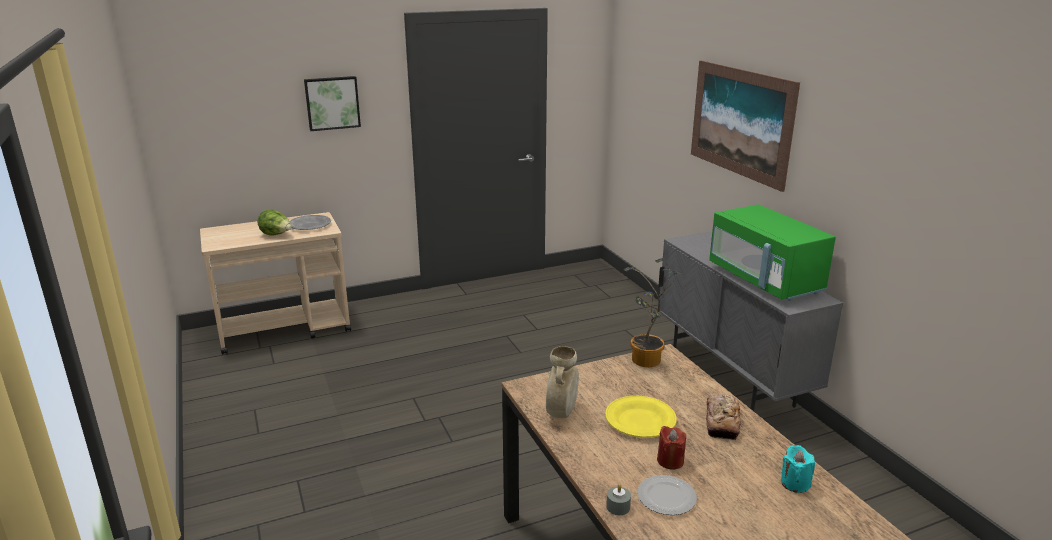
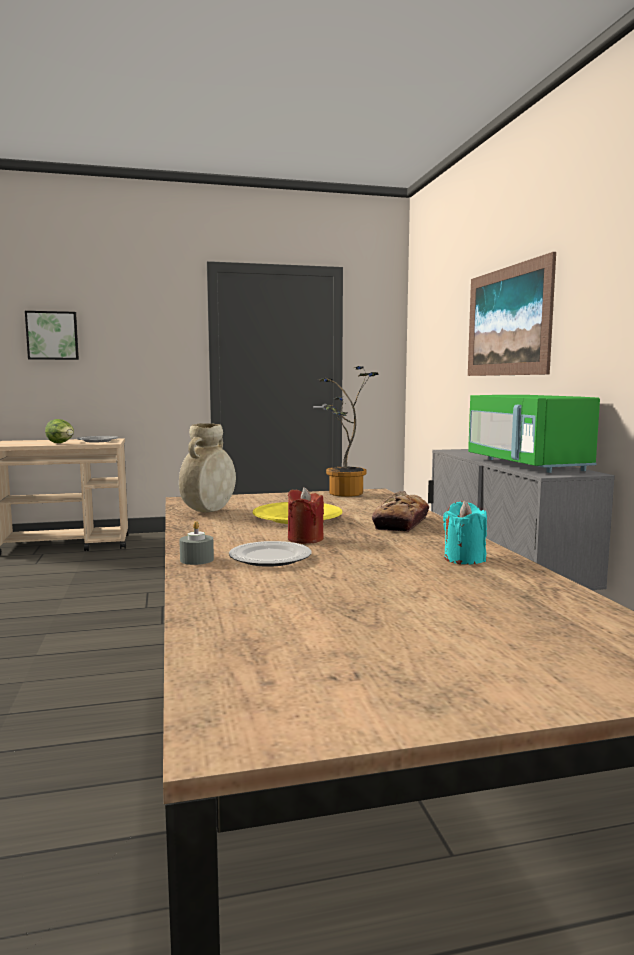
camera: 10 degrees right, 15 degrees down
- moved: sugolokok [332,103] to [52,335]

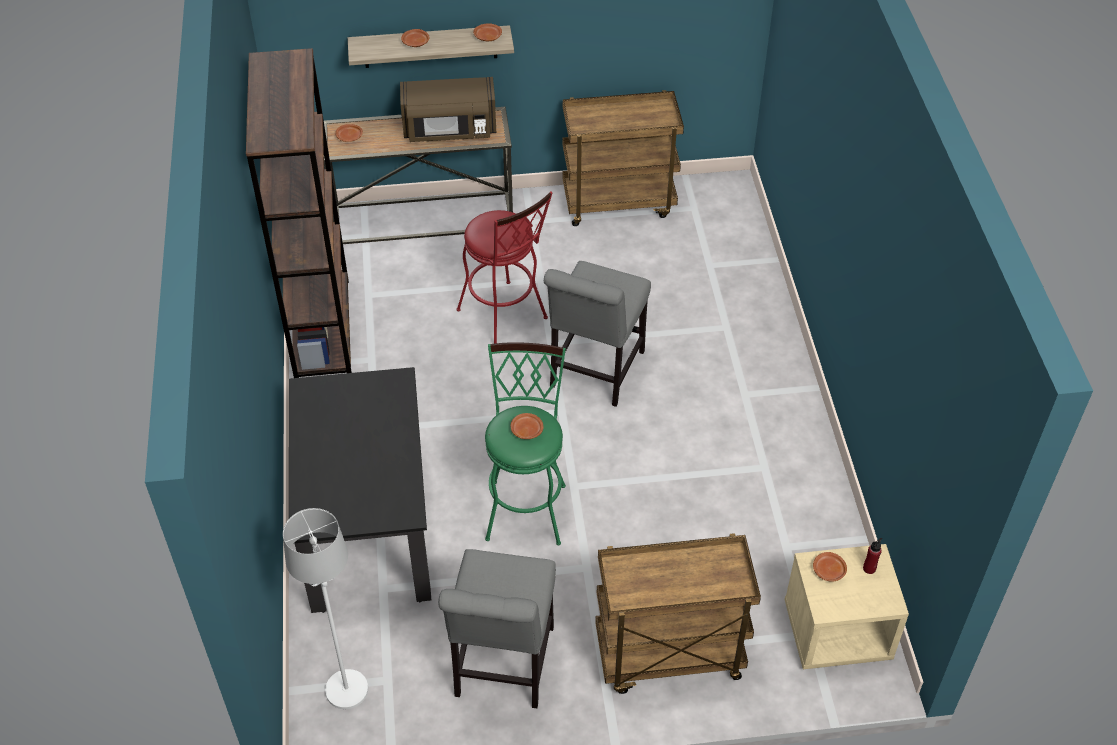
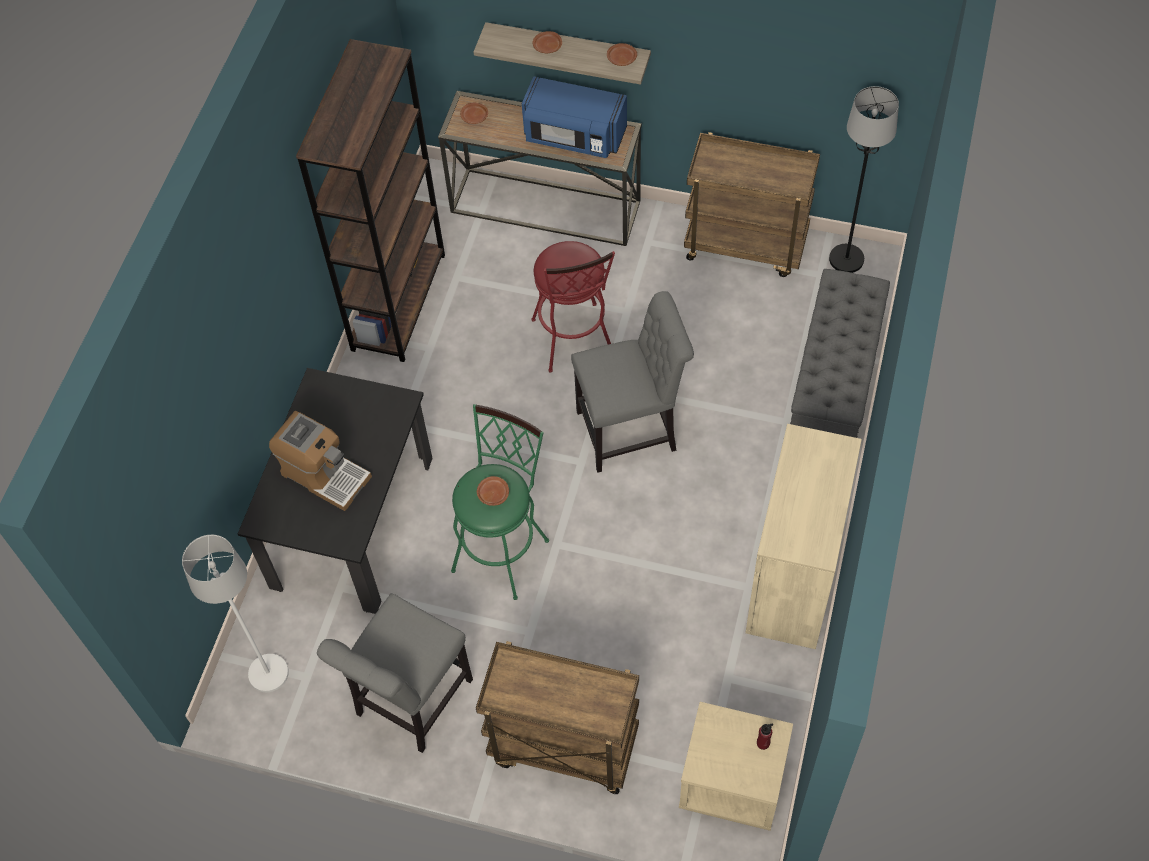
camera: 25 degrees right, 10 degrees up
- recoloured: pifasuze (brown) [448,109] to pifasuze (blue) [574,117]
- turned: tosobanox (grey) [597,334] = [632,382] 150 degrees counterclockwise
- removed: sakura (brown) [830,566]
- added: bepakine [320,461]
- added: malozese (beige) [803,536]
- added: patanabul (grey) [840,353]
- added: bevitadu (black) [864,179]

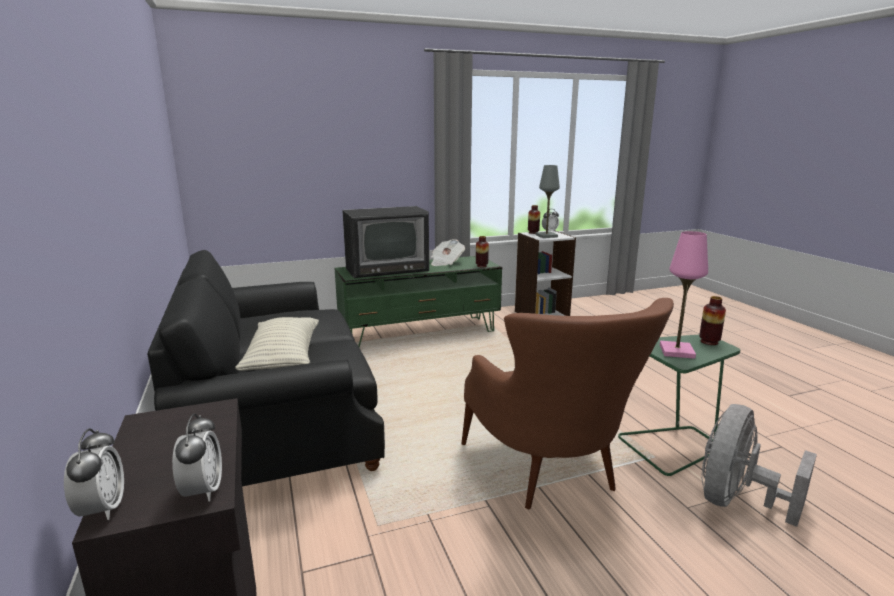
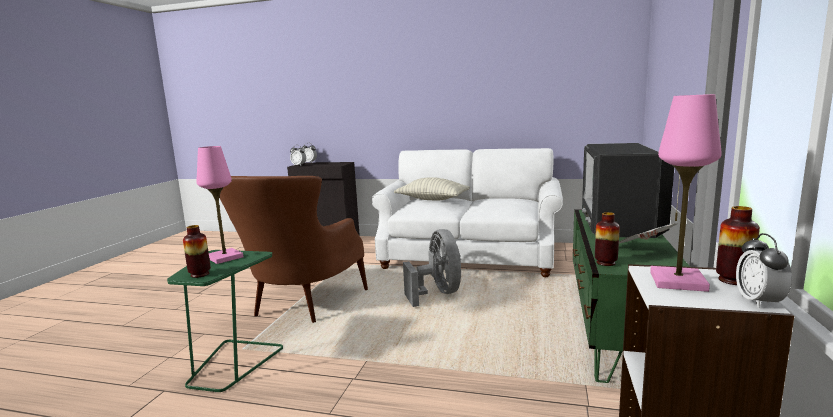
camera: 125 degrees right, 5 degrees down
- recoloured: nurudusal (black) [266,368] to nurudusal (white) [467,212]
- turned: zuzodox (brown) [567,403] = [293,249] 90 degrees counterclockwise
- recoloured: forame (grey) [548,201] to forame (pink) [686,193]
- moved: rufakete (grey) [759,465] to [432,268]

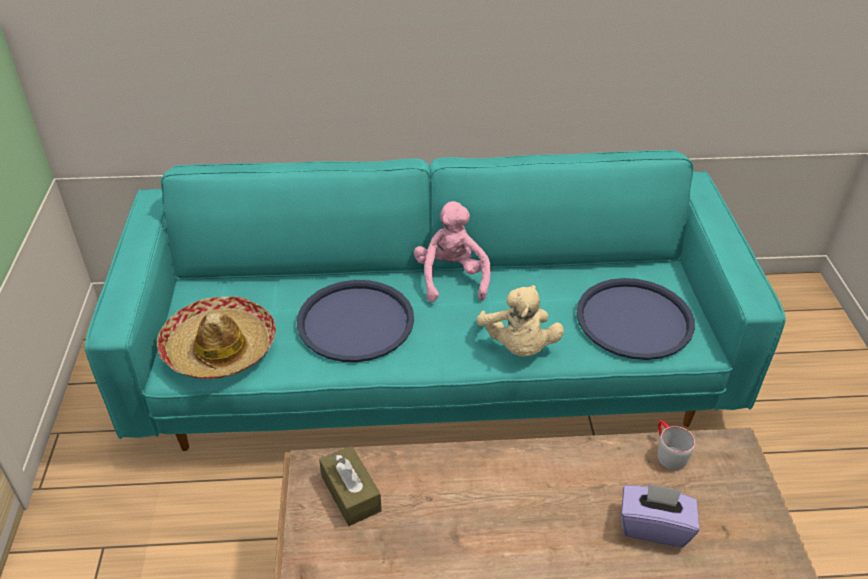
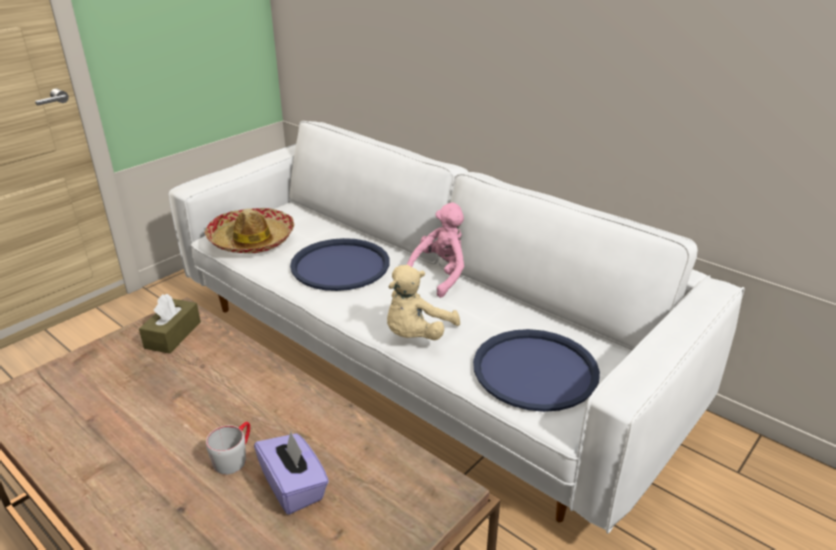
camera: 45 degrees right, 10 degrees down
- recoloured: nurudusal (turquoise) [435,300] to nurudusal (white) [457,327]
- moved: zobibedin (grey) [676,445] to [228,448]

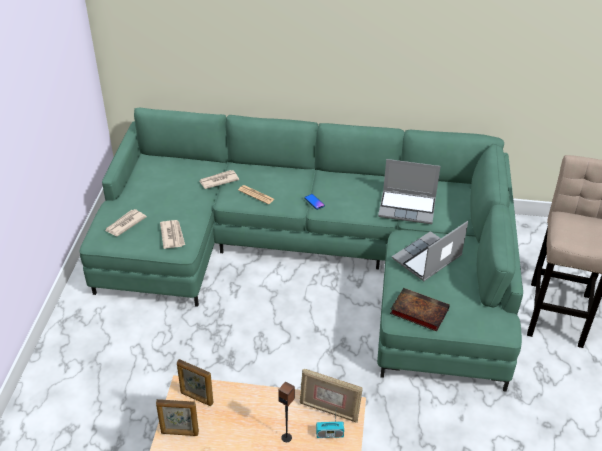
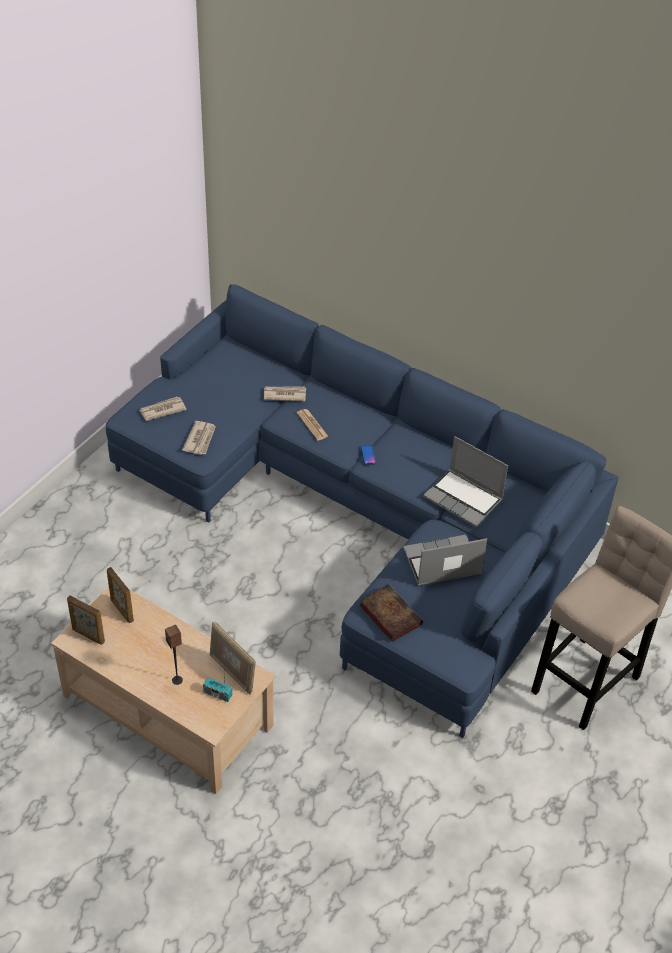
camera: 25 degrees right, 5 degrees up
- recoloured: nurudusal (green) [301,250] to nurudusal (blue) [362,511]

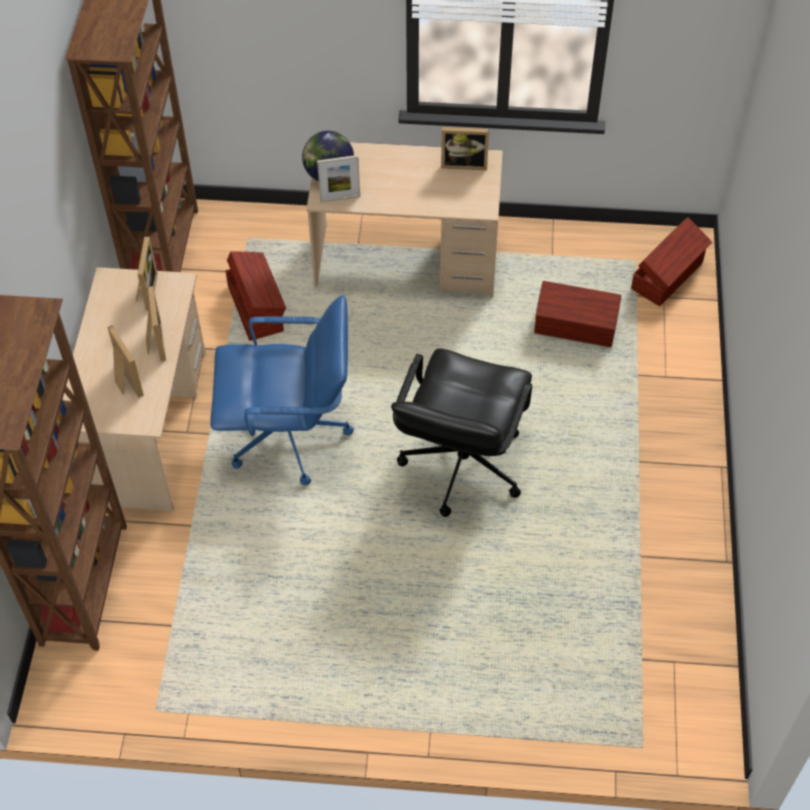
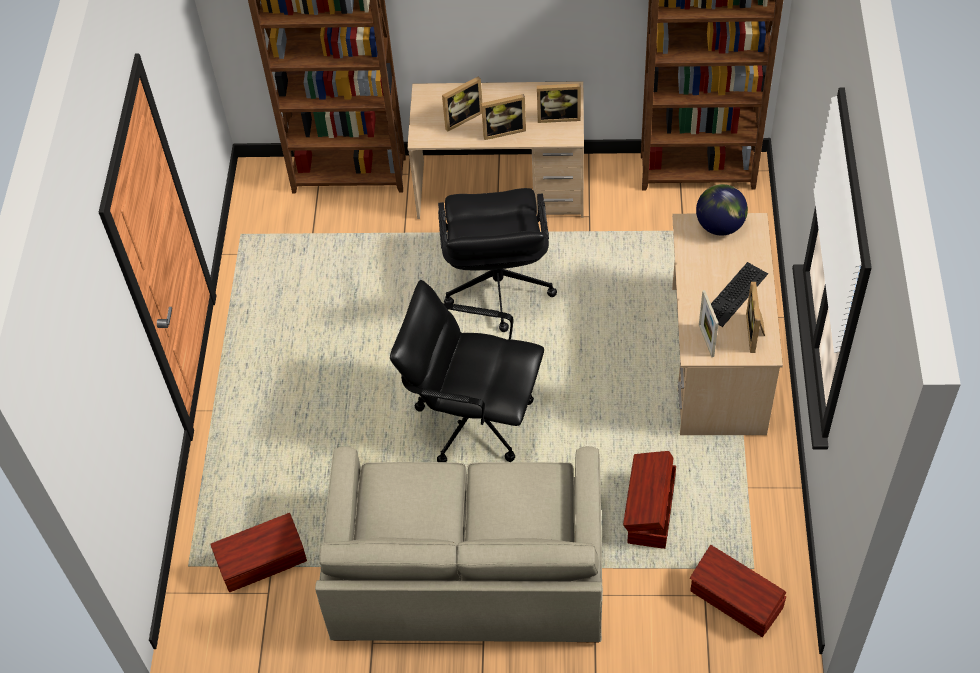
camera: 90 degrees right, 0 degrees up
- recoloured: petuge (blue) [282,390] to petuge (black) [497,260]
- moved: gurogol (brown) [255,296] to [259,552]
- moved: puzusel [338,178] to [709,323]
- added: nurudusal (beige) [459,544]
- added: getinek [739,294]

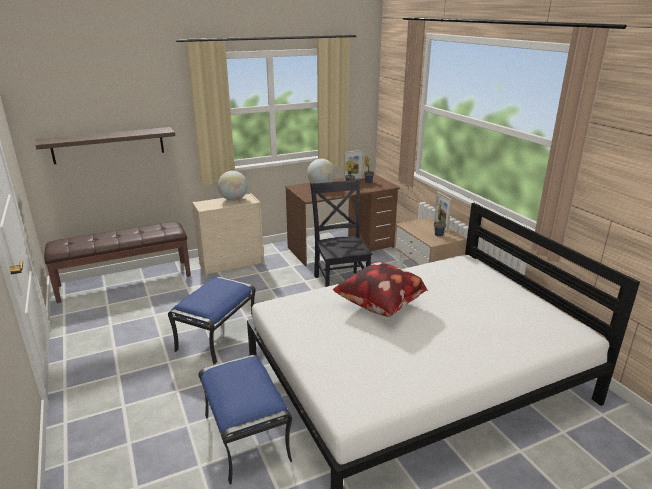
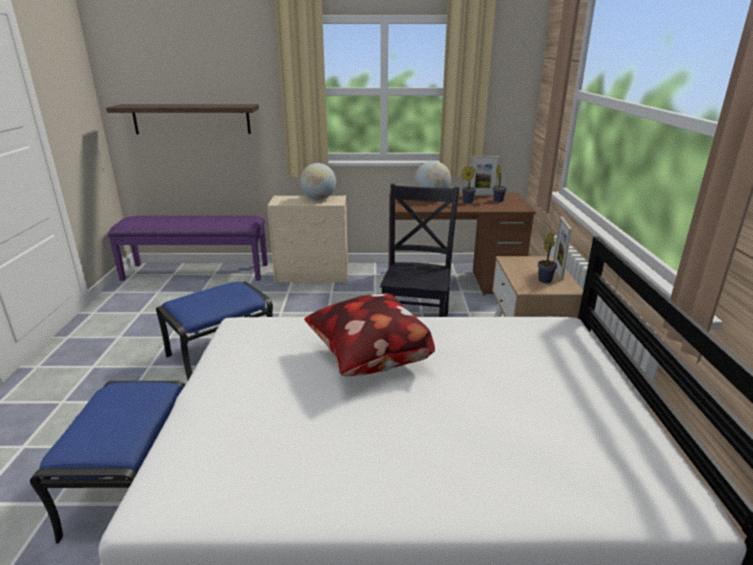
camera: 25 degrees right, 0 degrees up
- recoloured: patanabul (brown) [117,262] to patanabul (purple) [188,248]

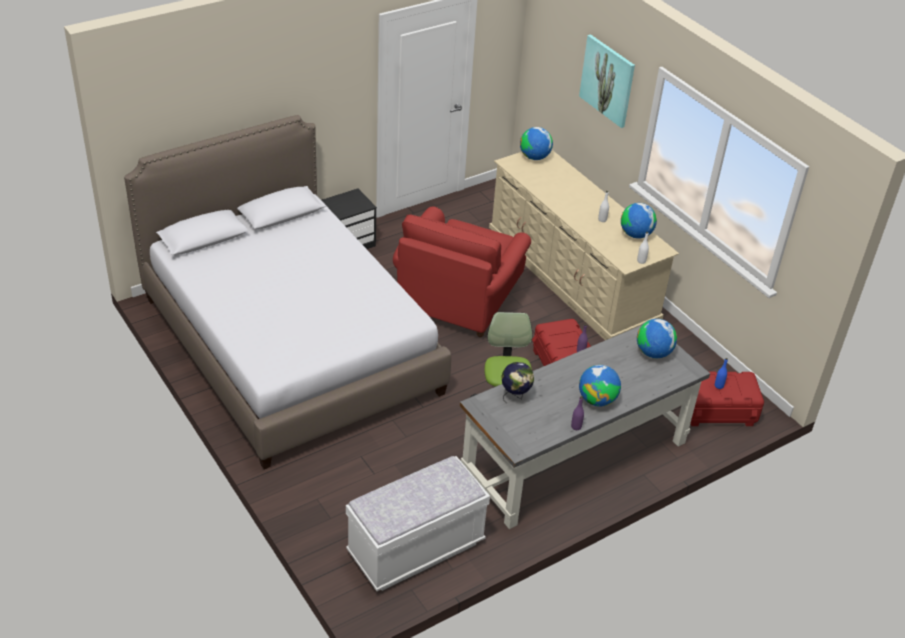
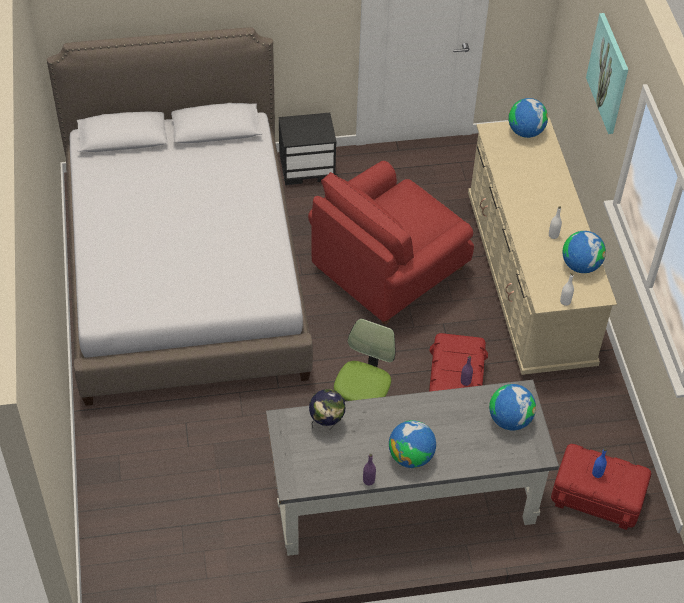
camera: 25 degrees right, 10 degrees up
- removed: patanabul (white) [418,523]

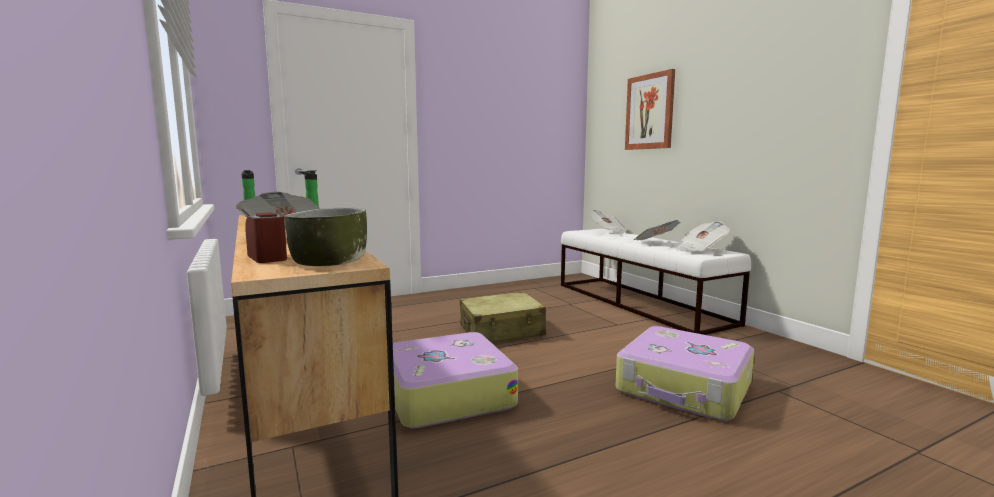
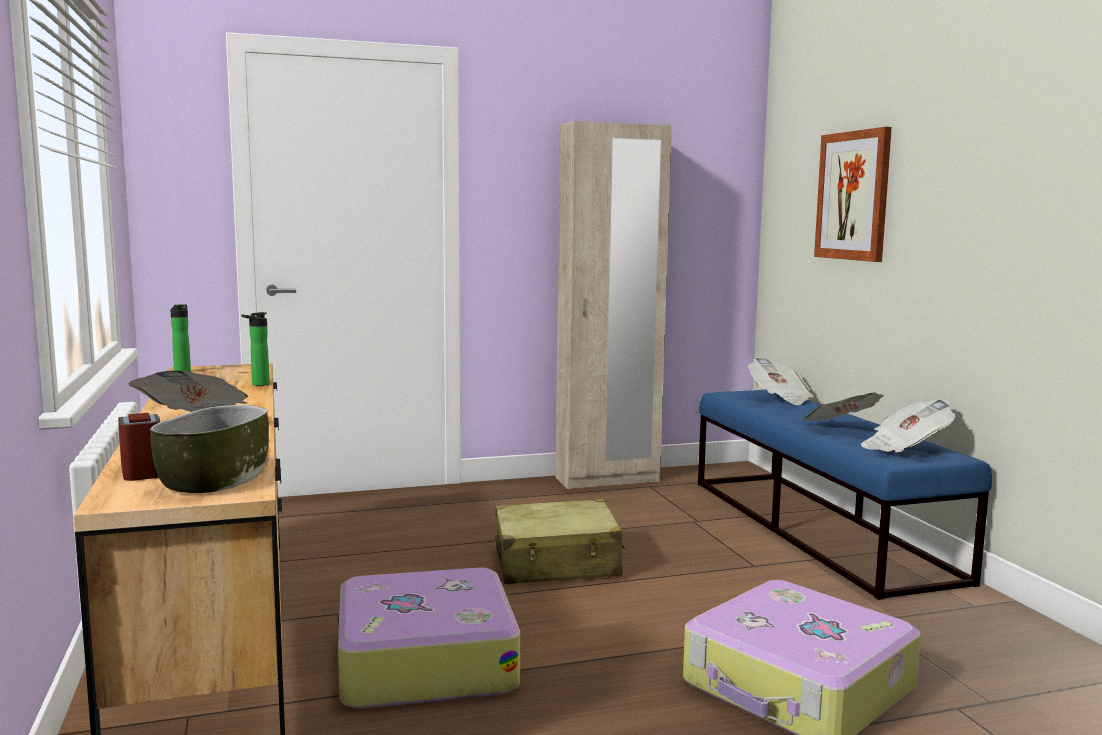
camera: 10 degrees right, 0 degrees up
- recoloured: patanabul (white) [656,282] to patanabul (blue) [845,494]
- added: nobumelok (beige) [614,305]

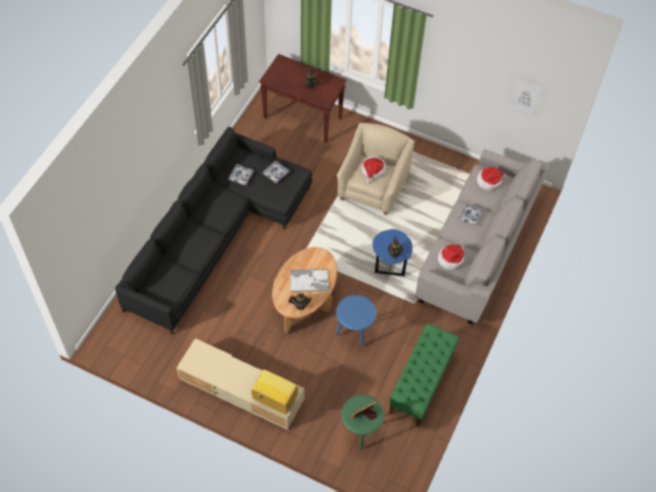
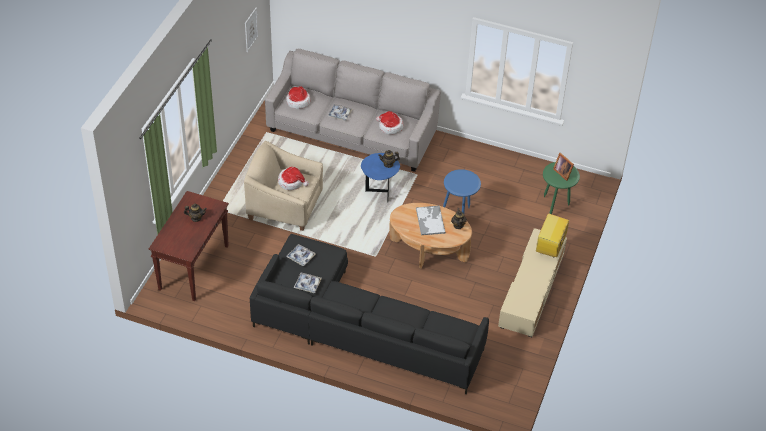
camera: 95 degrees left, 10 degrees down
- removed: patanabul (green) [424,375]

